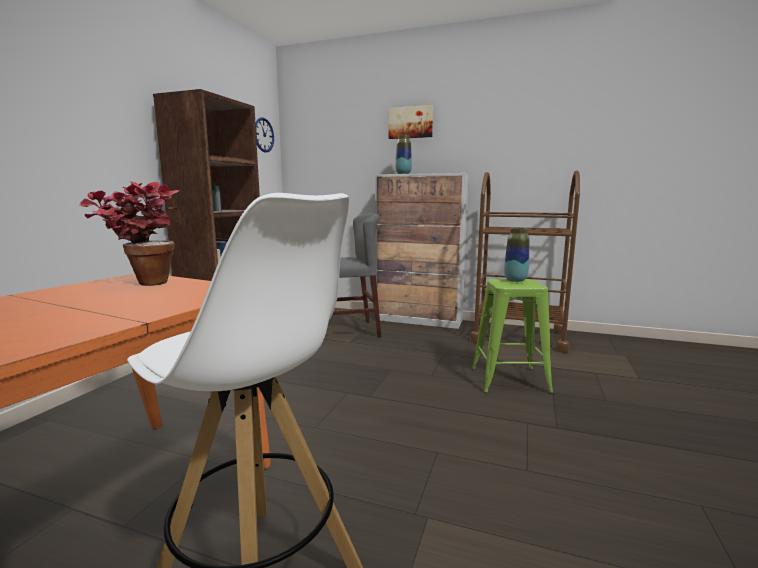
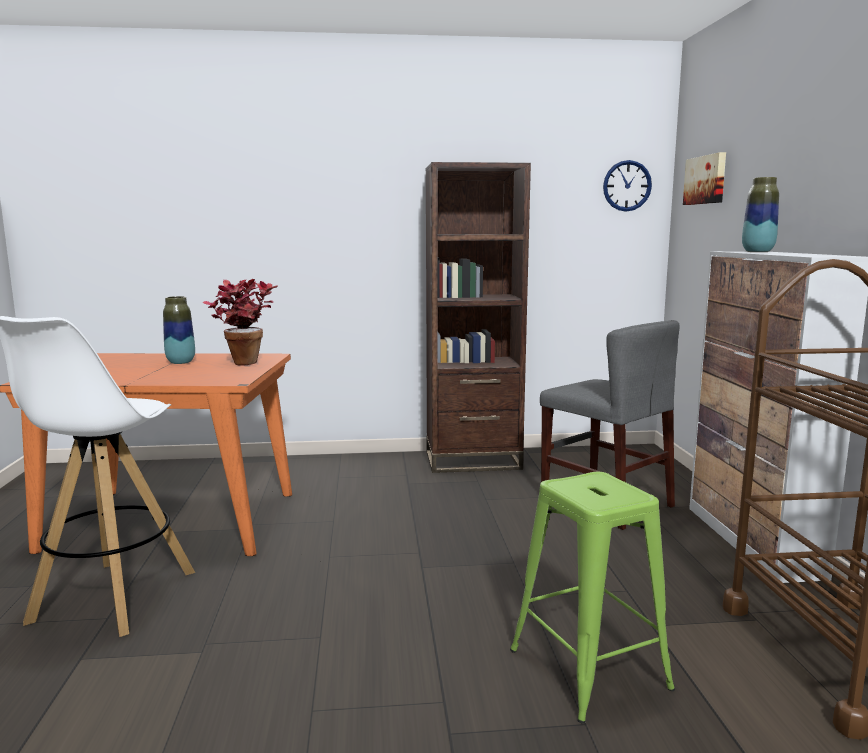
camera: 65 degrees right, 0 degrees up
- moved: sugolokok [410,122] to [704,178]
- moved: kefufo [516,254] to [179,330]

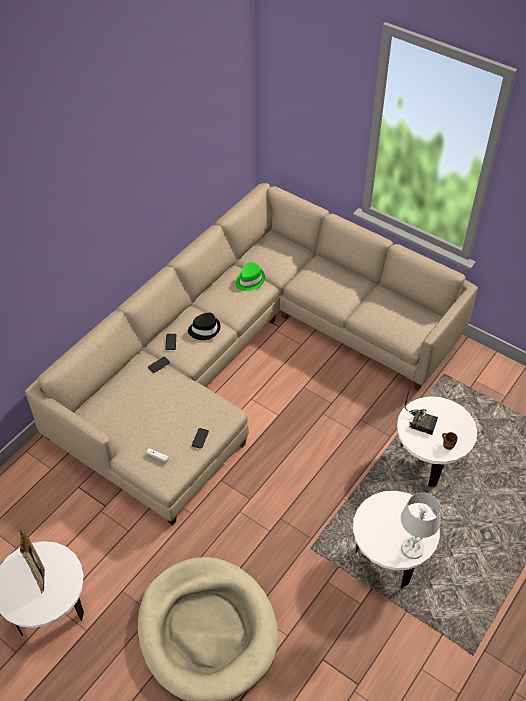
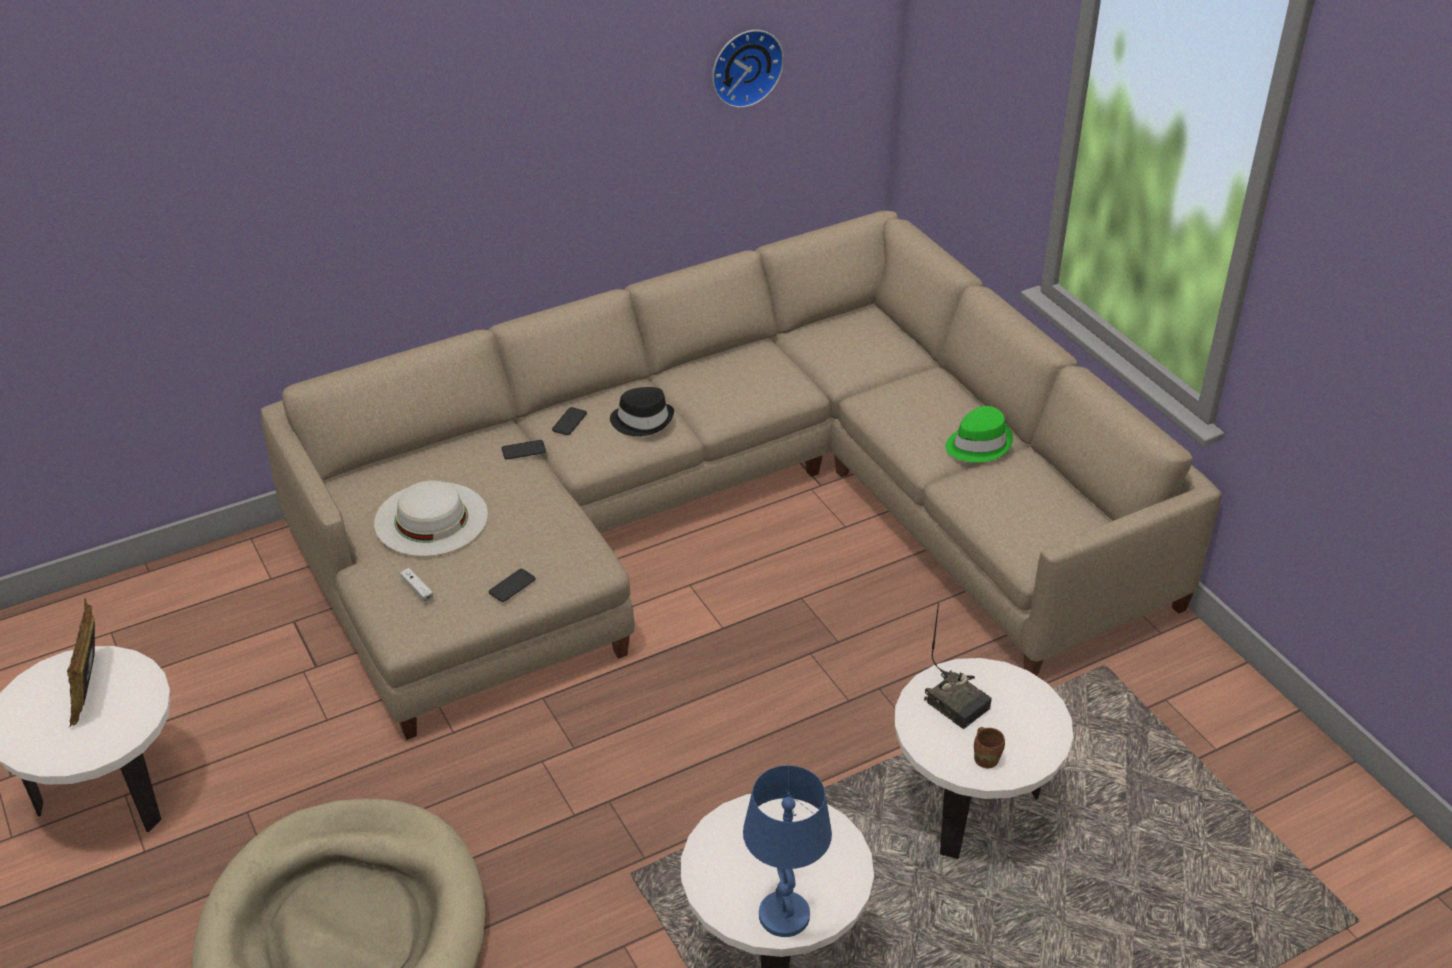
camera: 25 degrees right, 10 degrees down
- moved: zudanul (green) [250,276] to [979,434]
- recoloured: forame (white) [421,525] to forame (blue) [787,851]
- added: zudanul (white) [431,518]
- added: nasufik [748,69]

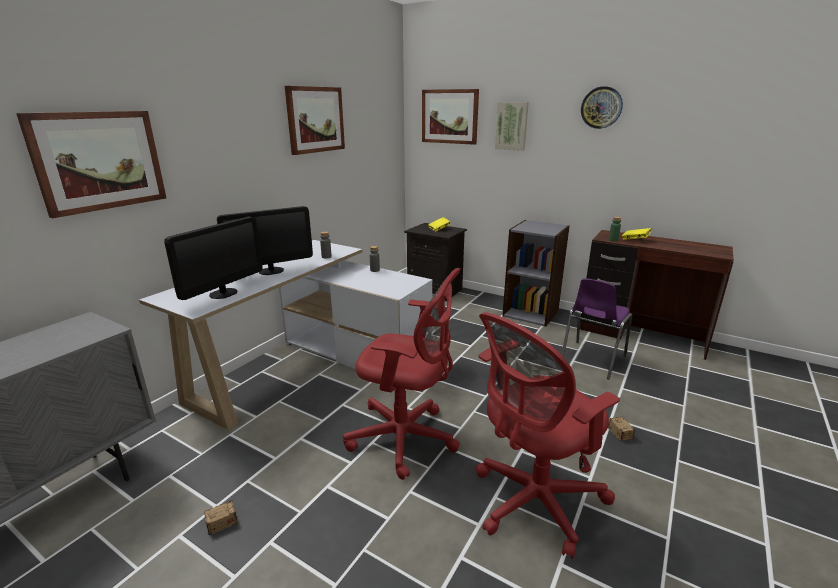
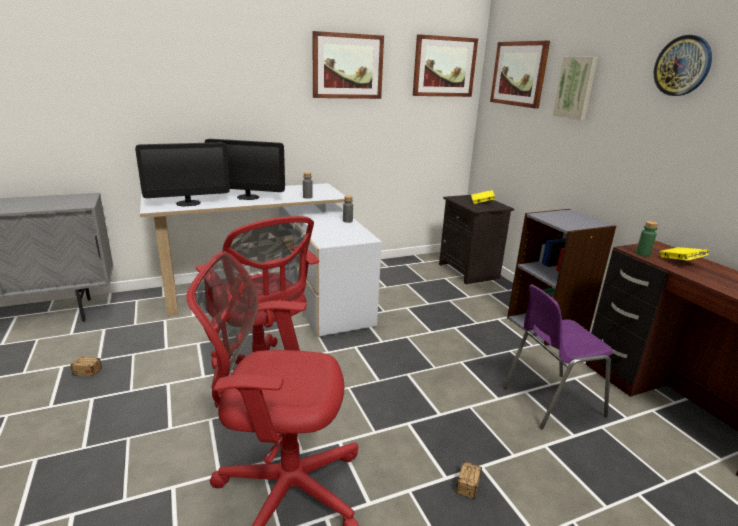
camera: 35 degrees right, 0 degrees up
- moved: sugolokok [91,164] to [445,65]

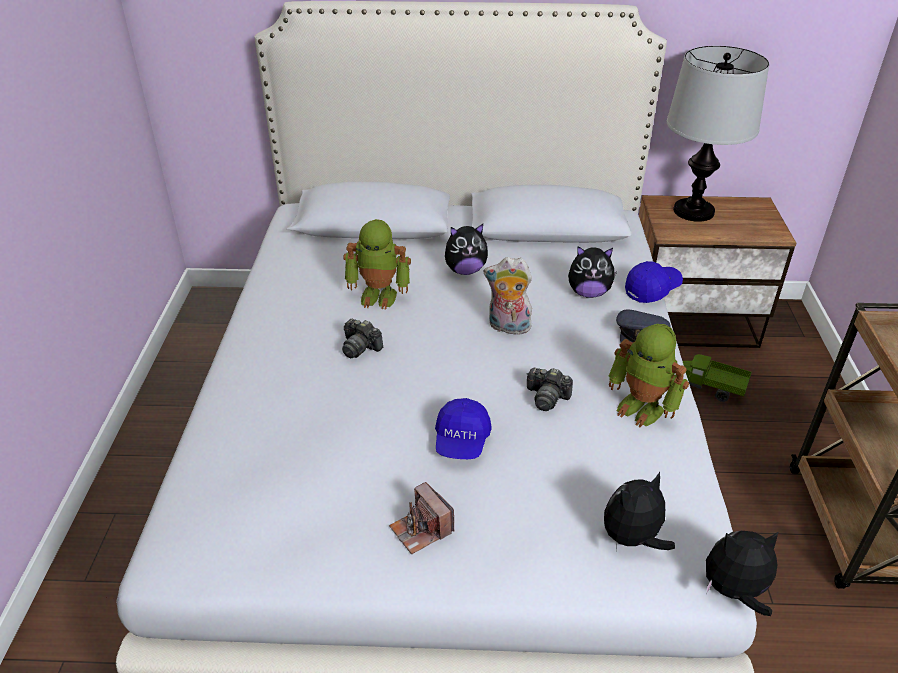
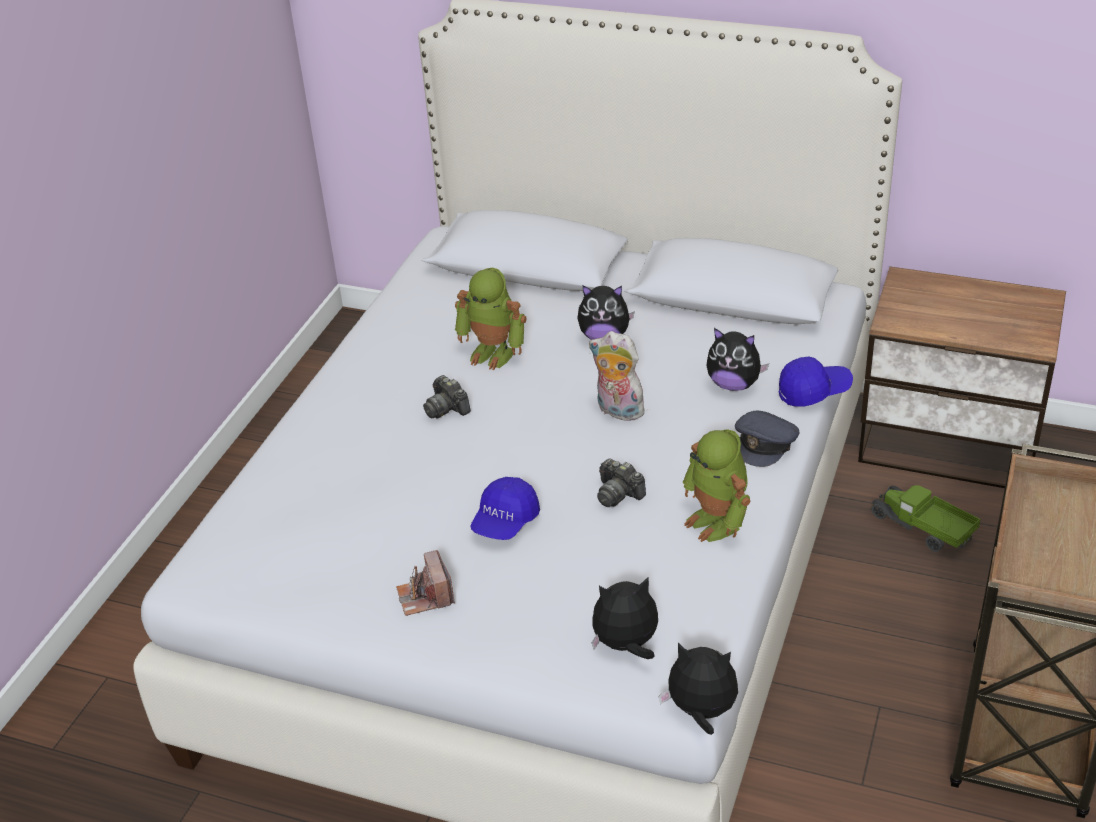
camera: 20 degrees right, 0 degrees up
- removed: forame [718,134]

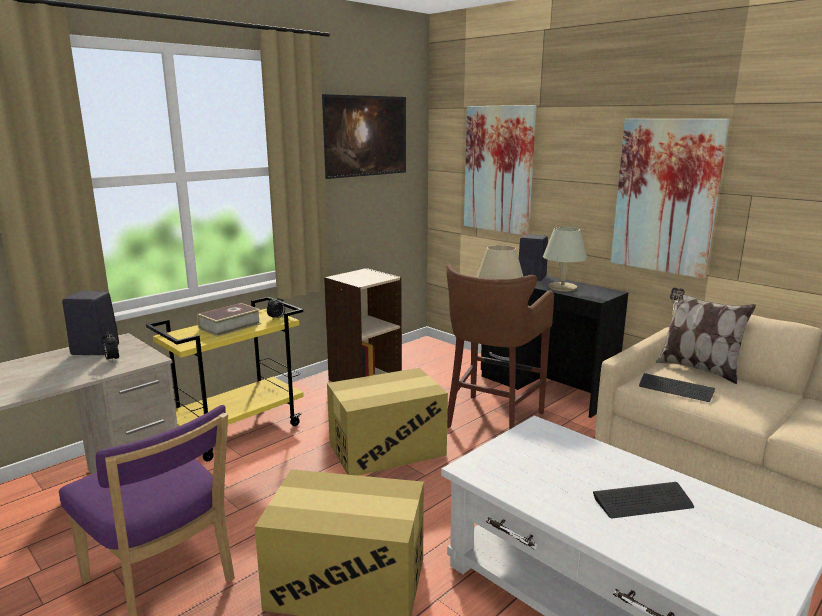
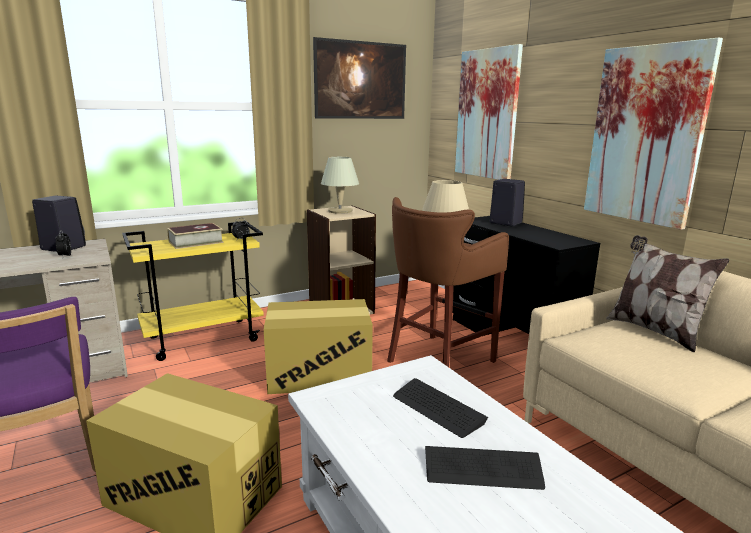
camera: 15 degrees right, 0 degrees up
- moved: forame (beige) [565,259] to [340,185]
- moved: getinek [677,387] to [440,408]

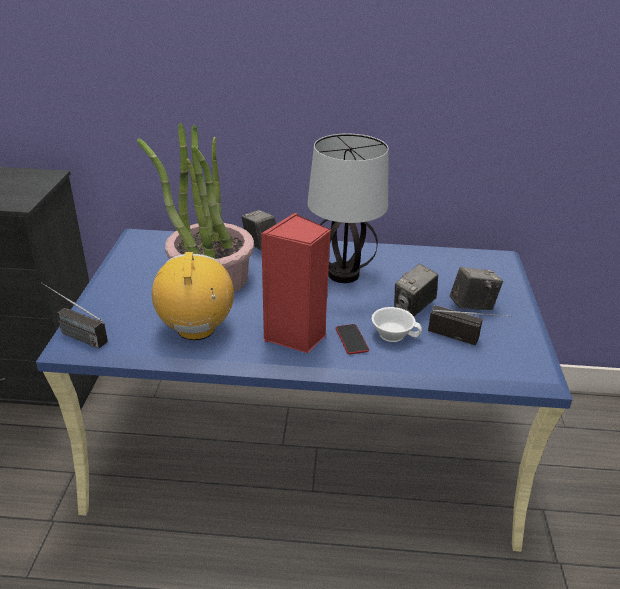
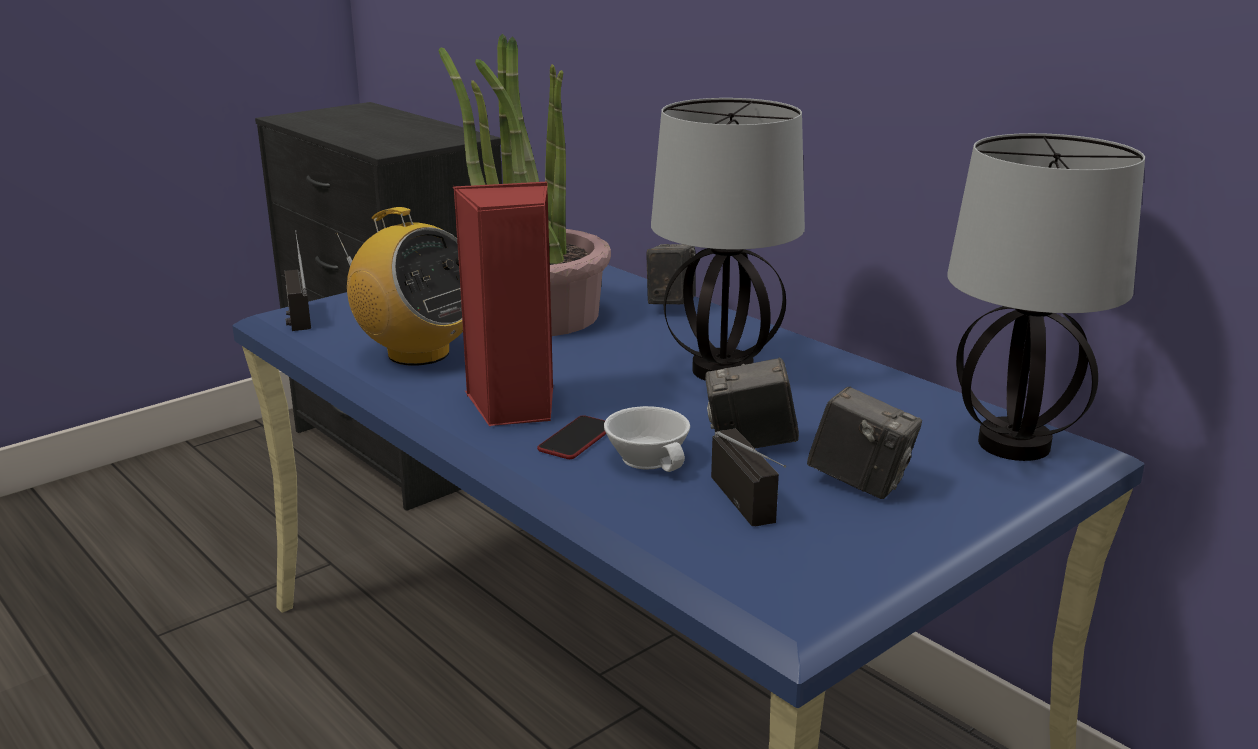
camera: 45 degrees right, 10 degrees down
- turned: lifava [193,296] = [399,286] 90 degrees clockwise
- added: forame [1046,297]

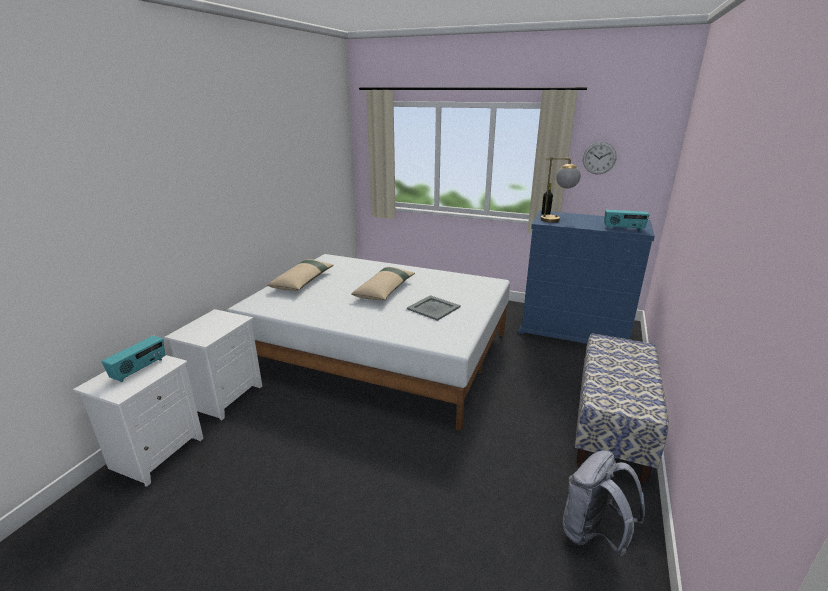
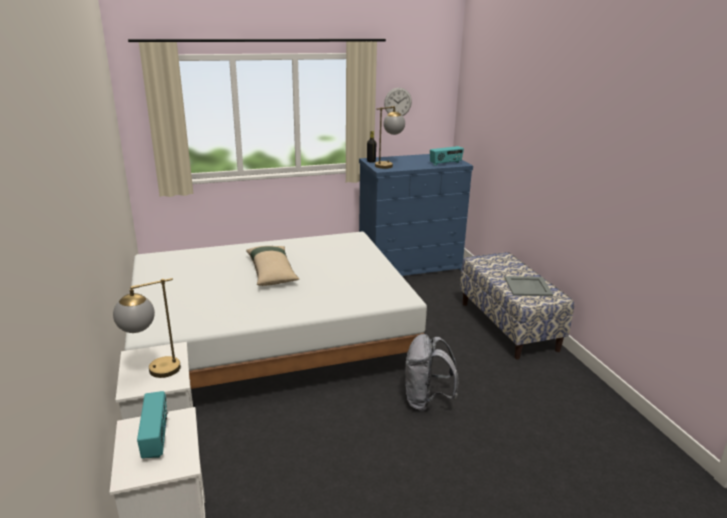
camera: 40 degrees left, 0 degrees up
- removed: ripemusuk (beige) [300,274]
- moved: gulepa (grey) [434,308] to [529,286]
- moved: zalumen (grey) [604,503] to [432,372]
- added: forame [147,328]

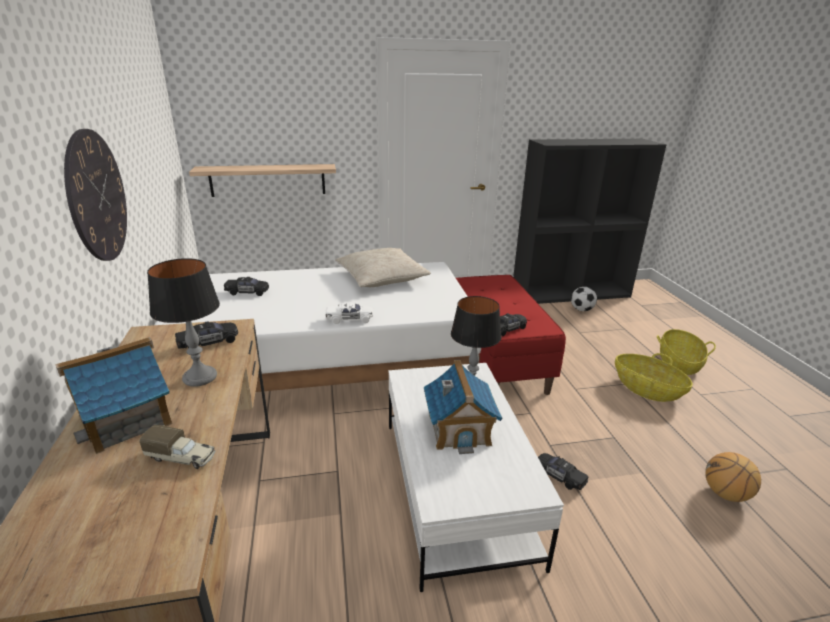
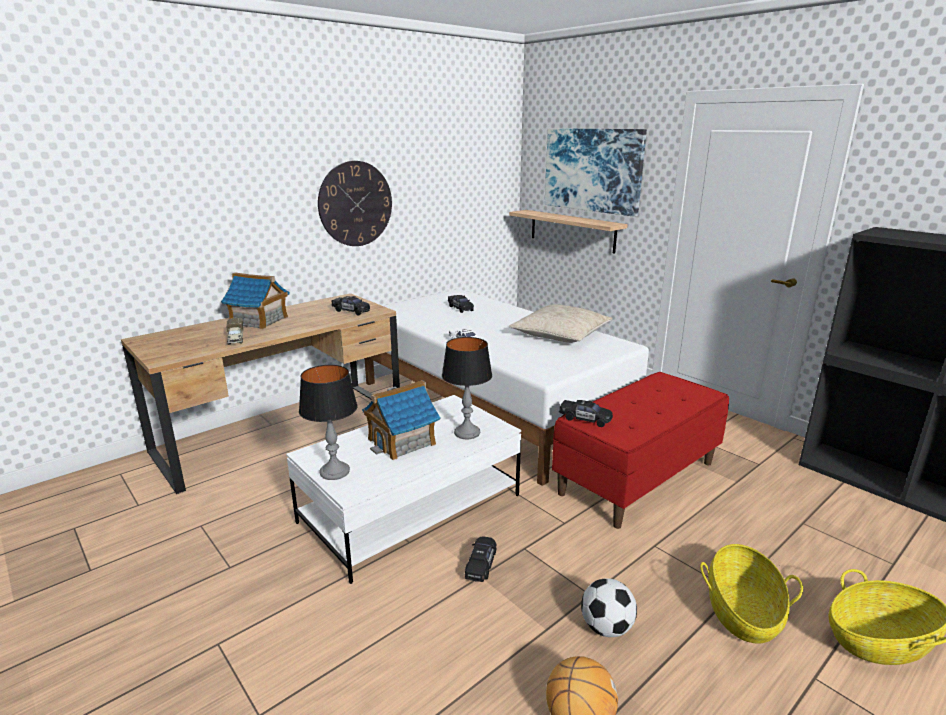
camera: 60 degrees right, 5 degrees down
- moved: forame [183,322] to [328,422]
- moved: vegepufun [584,299] to [609,607]
- added: sugolokok [596,172]

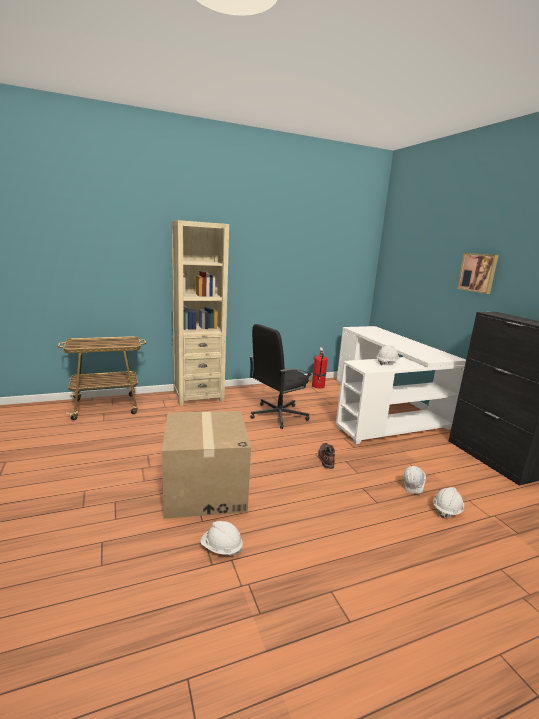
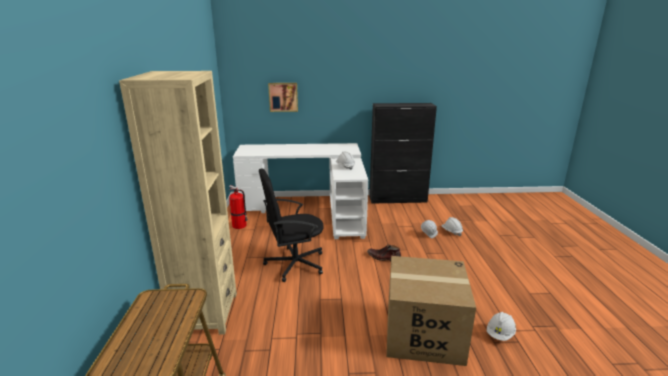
camera: 70 degrees left, 5 degrees up
- turned: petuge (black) [280,376] = [291,225] 90 degrees clockwise
- moved: sugolokok [478,273] to [283,97]

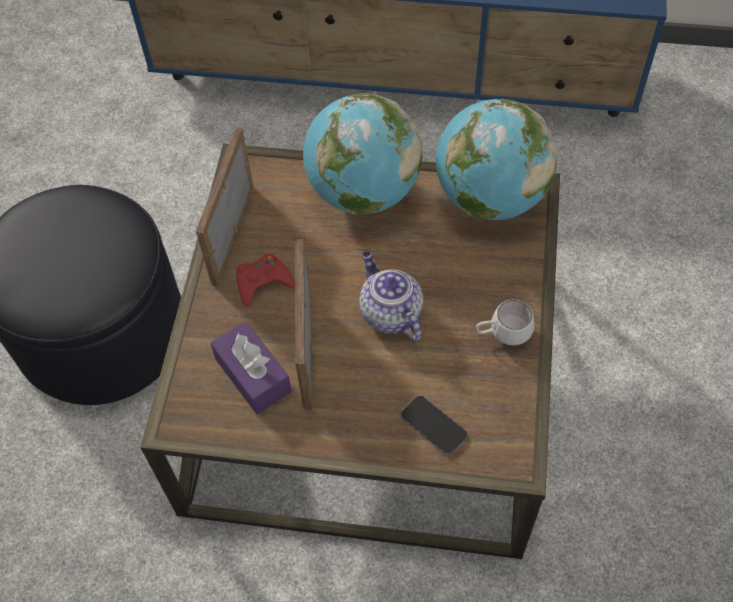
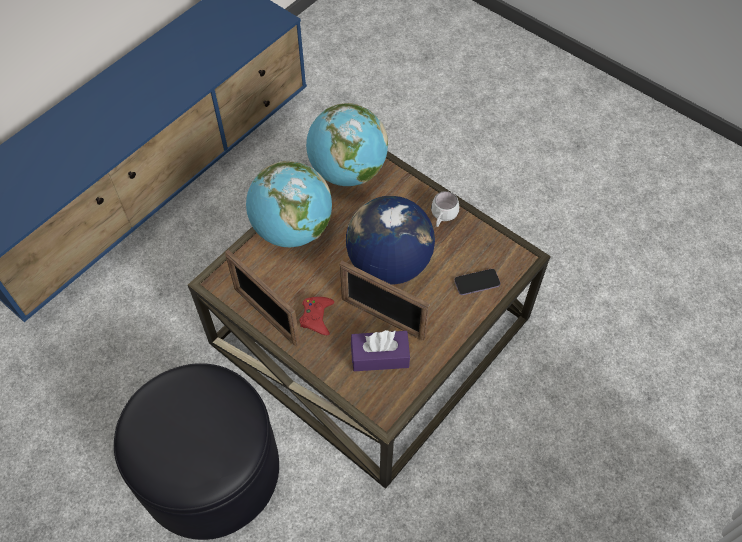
camera: 60 degrees left, 0 degrees up
- replaced: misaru [391,296] to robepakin [390,240]

